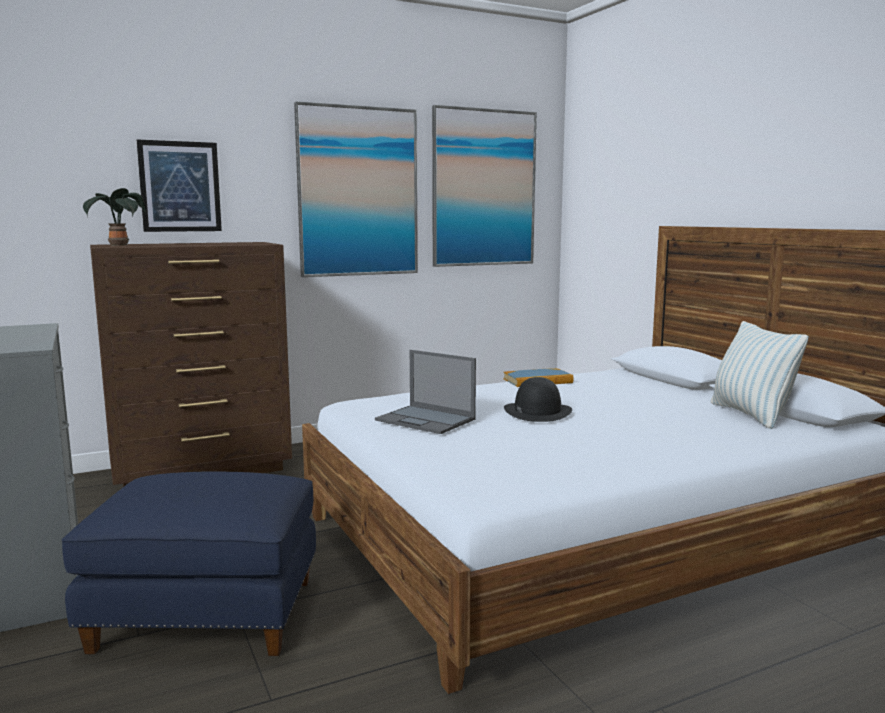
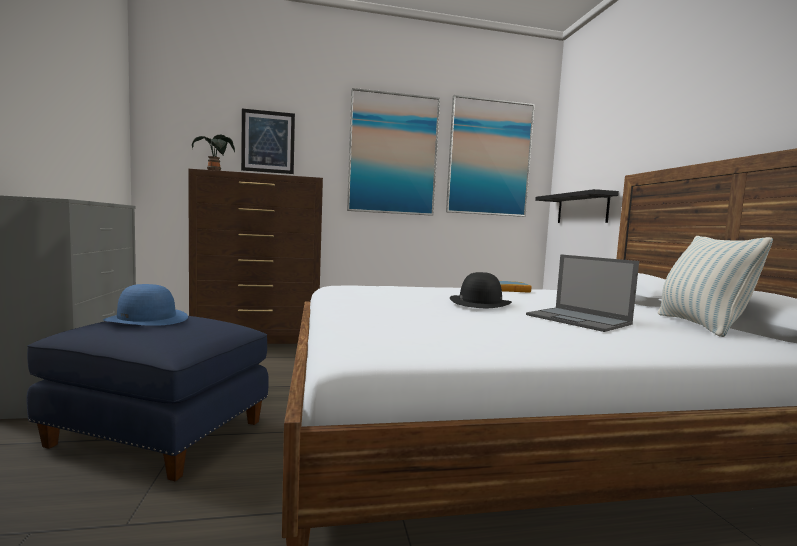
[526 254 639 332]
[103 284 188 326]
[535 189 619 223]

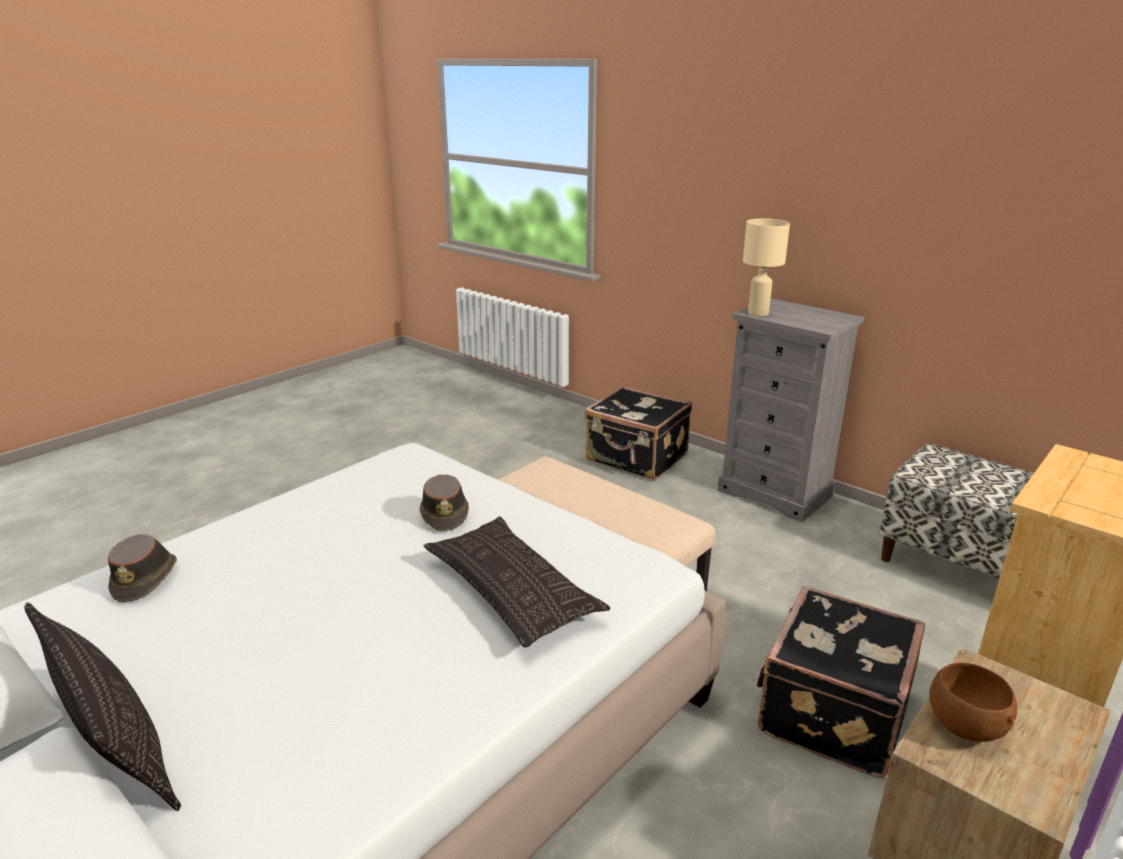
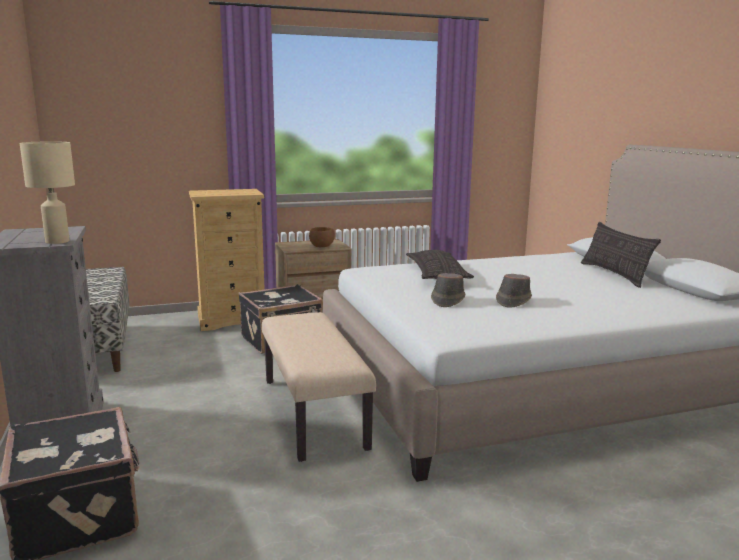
[496 274 532 308]

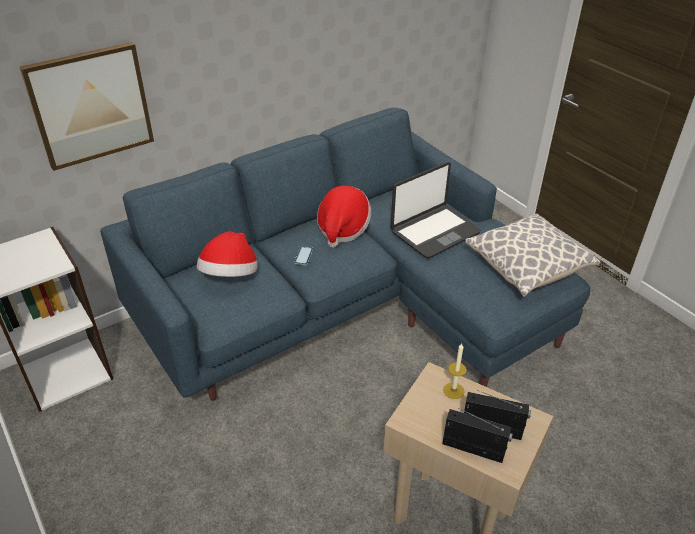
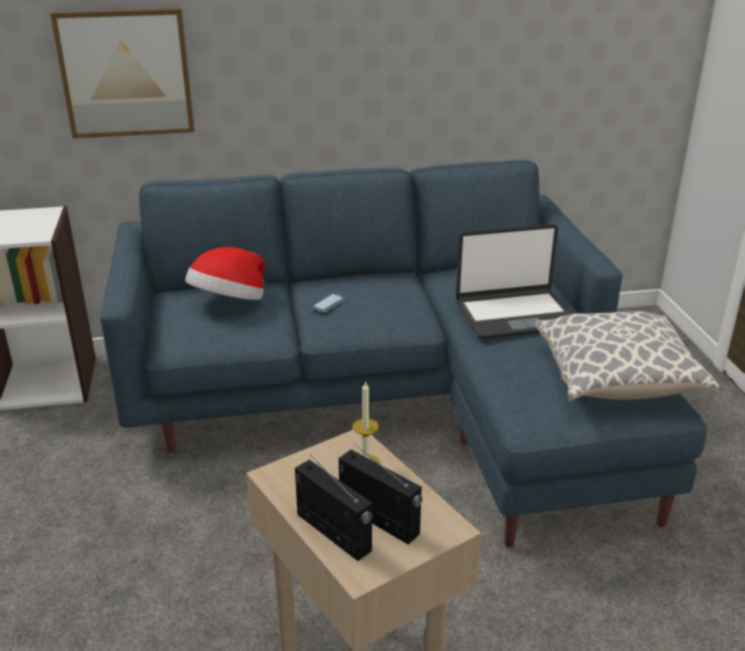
[317 186 371 248] (first image)

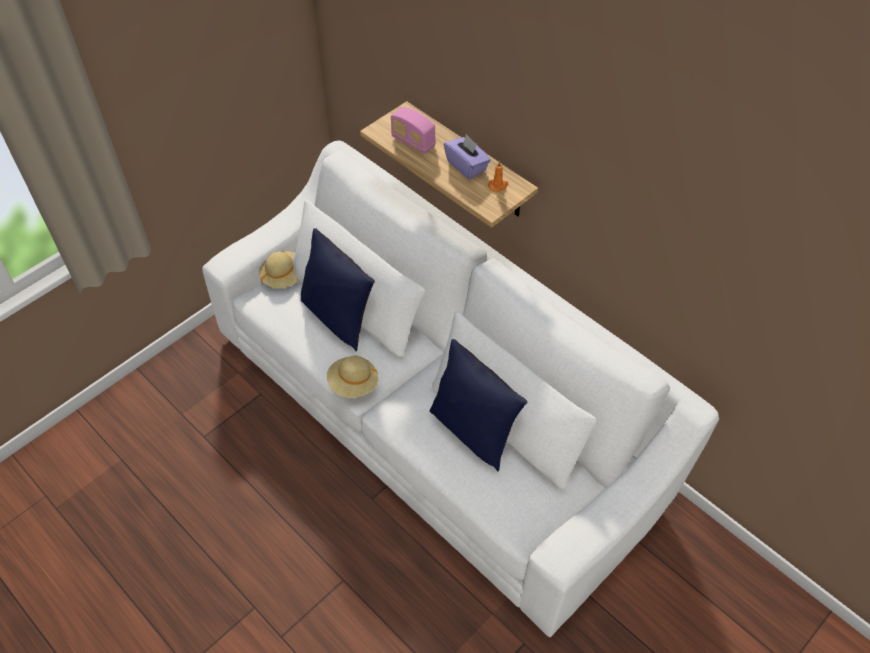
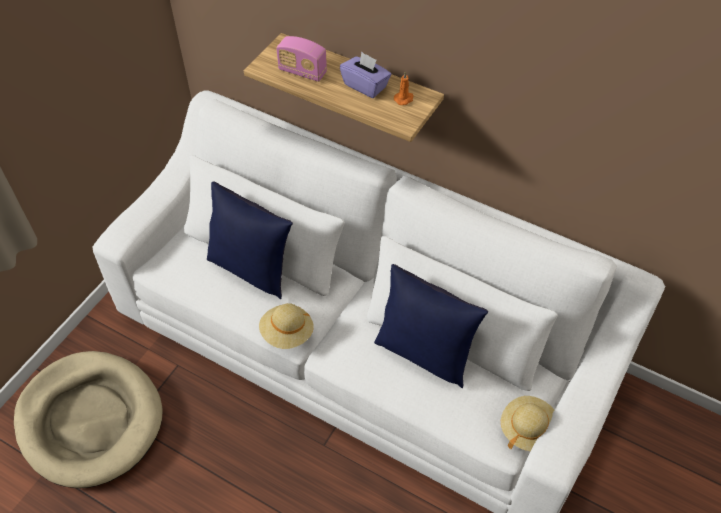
[501 396 554 451]
[14 351 163 488]

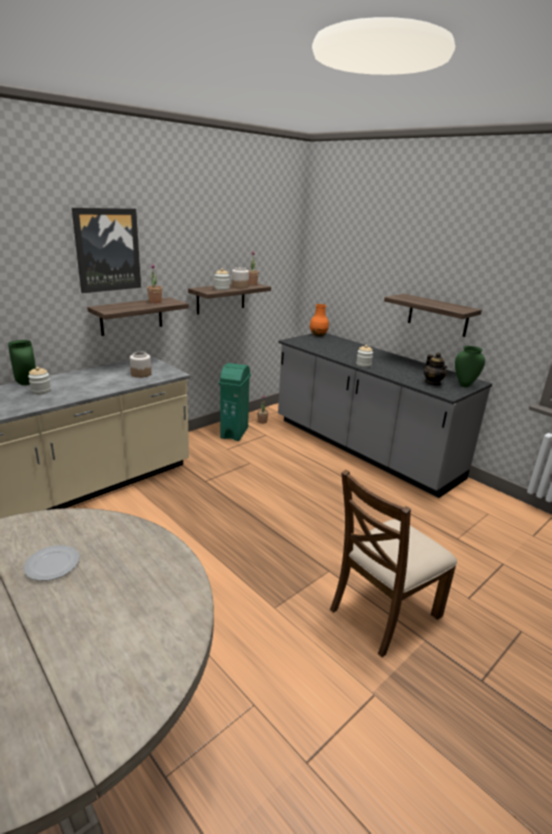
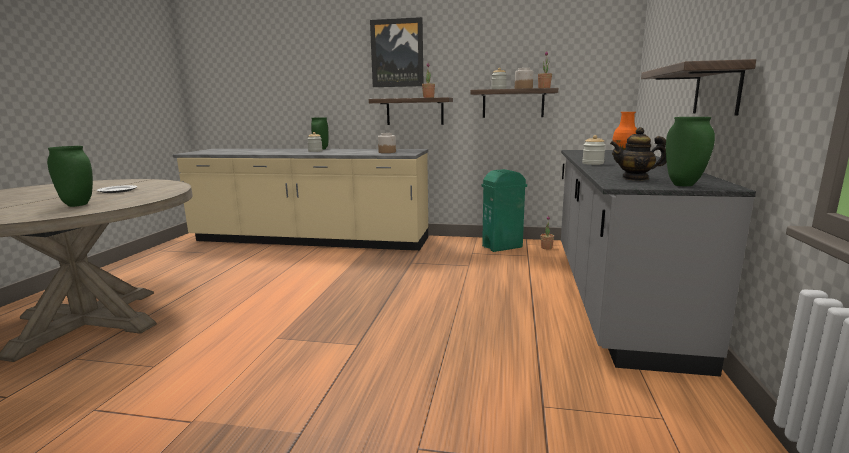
[330 470 457 657] (first image)
[610 127 667 180]
[47 146 93 207]

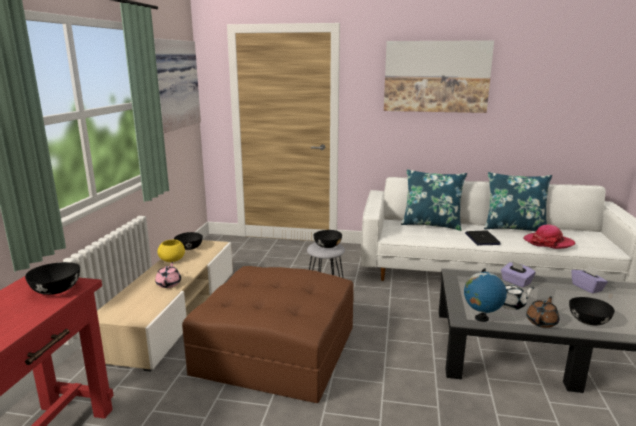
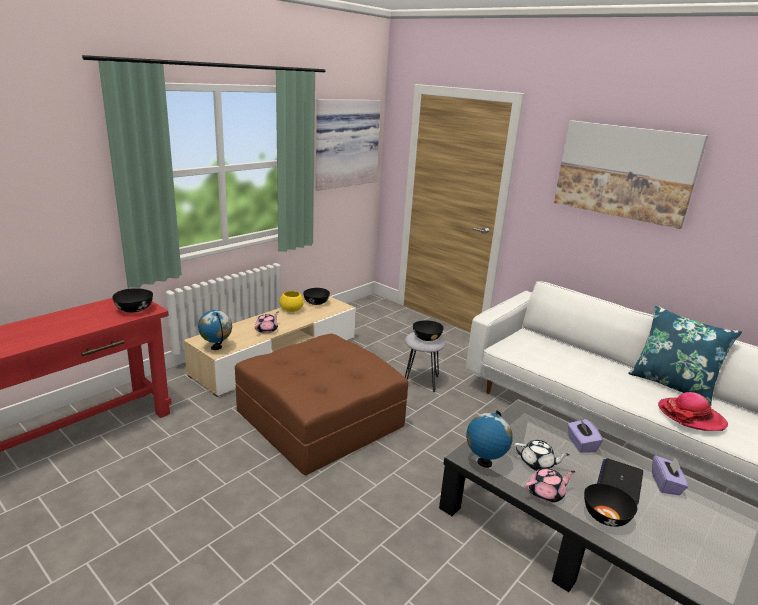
[401 169 467 231] (first image)
[597 458 643 505]
[525 468 575 503]
[198 310 232 350]

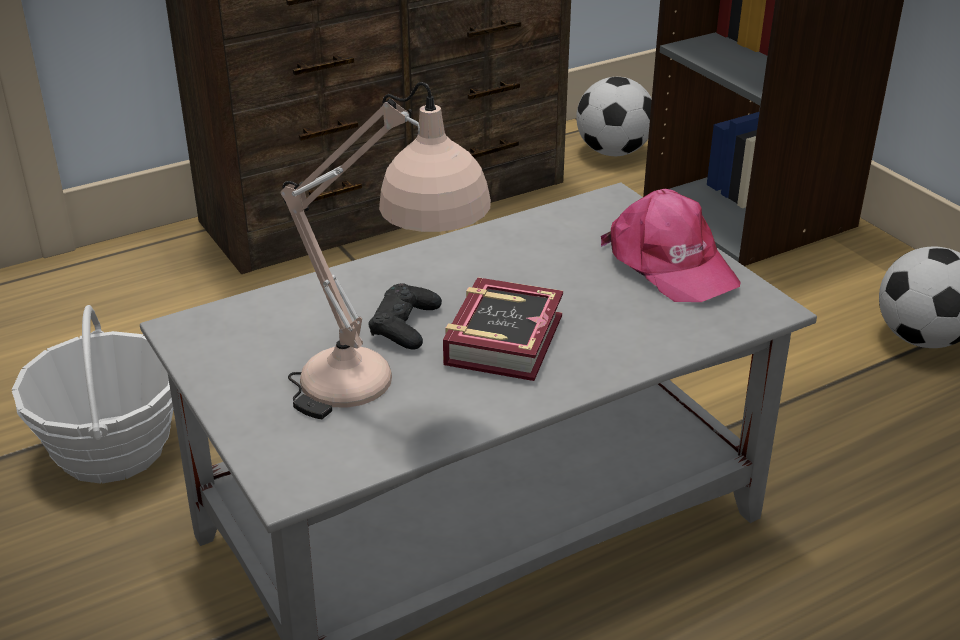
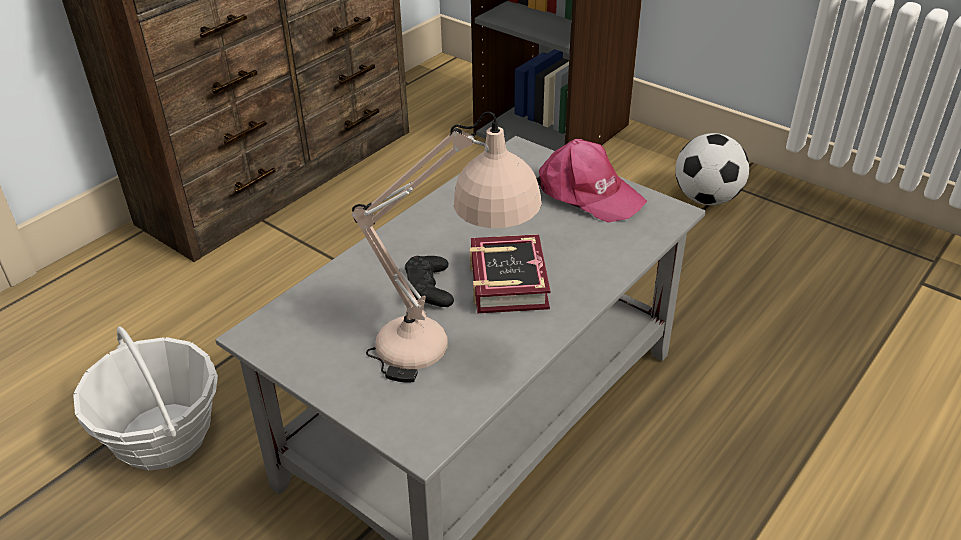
[576 77 652 156] (first image)

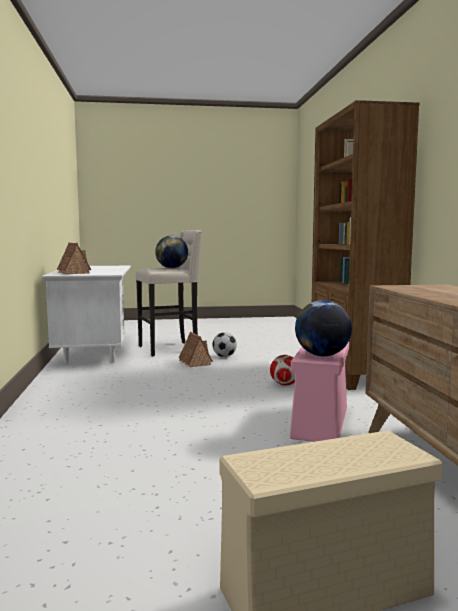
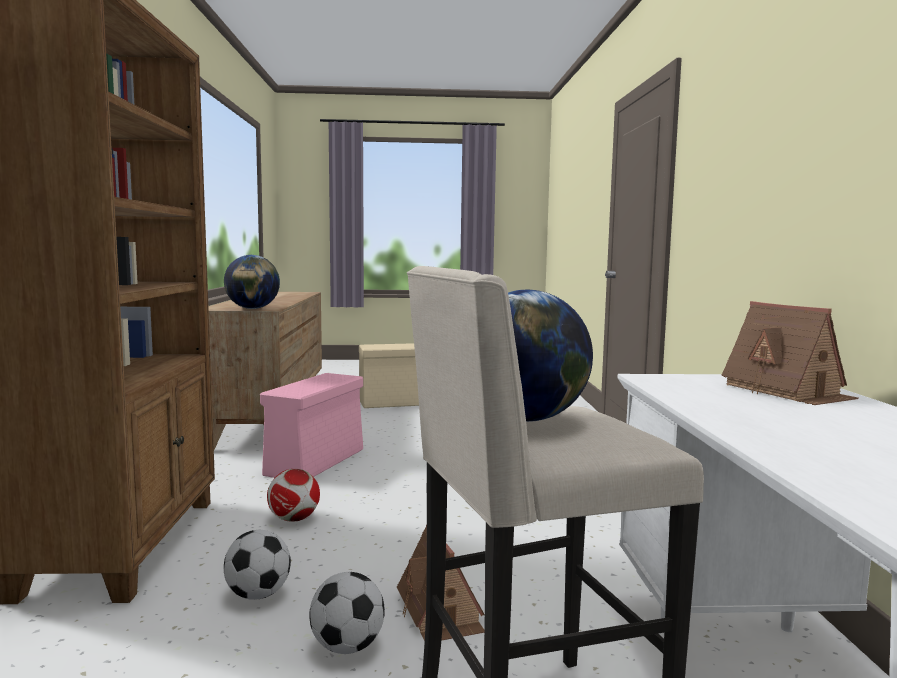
[224 255 280 309]
[224 530 291 600]

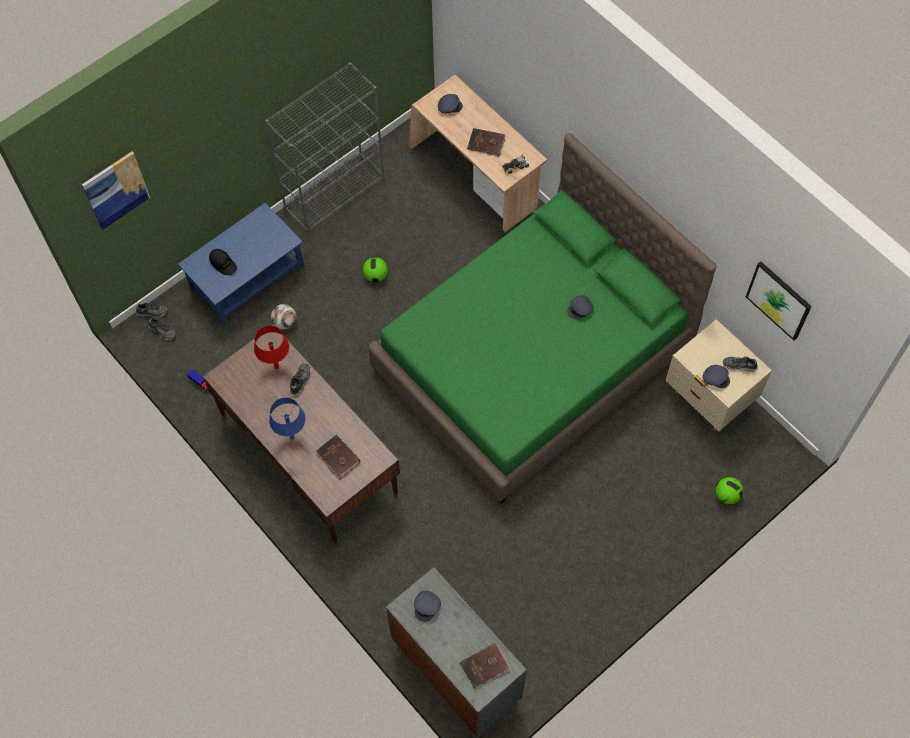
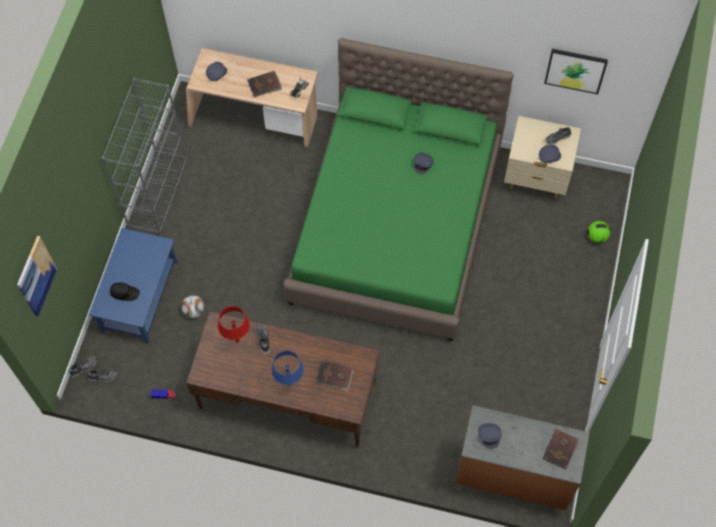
[363 257 388 282] (first image)

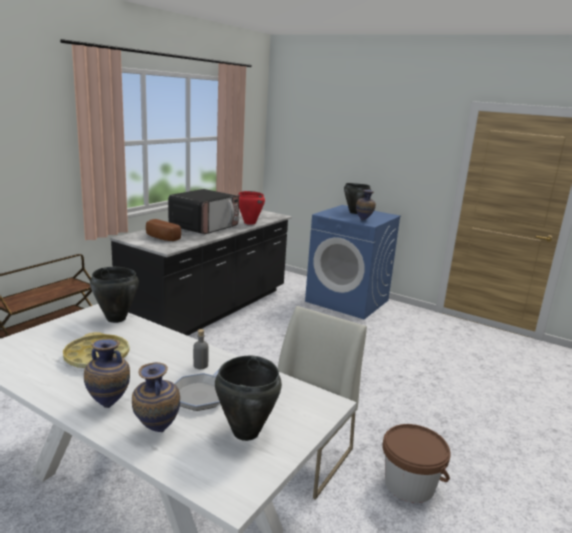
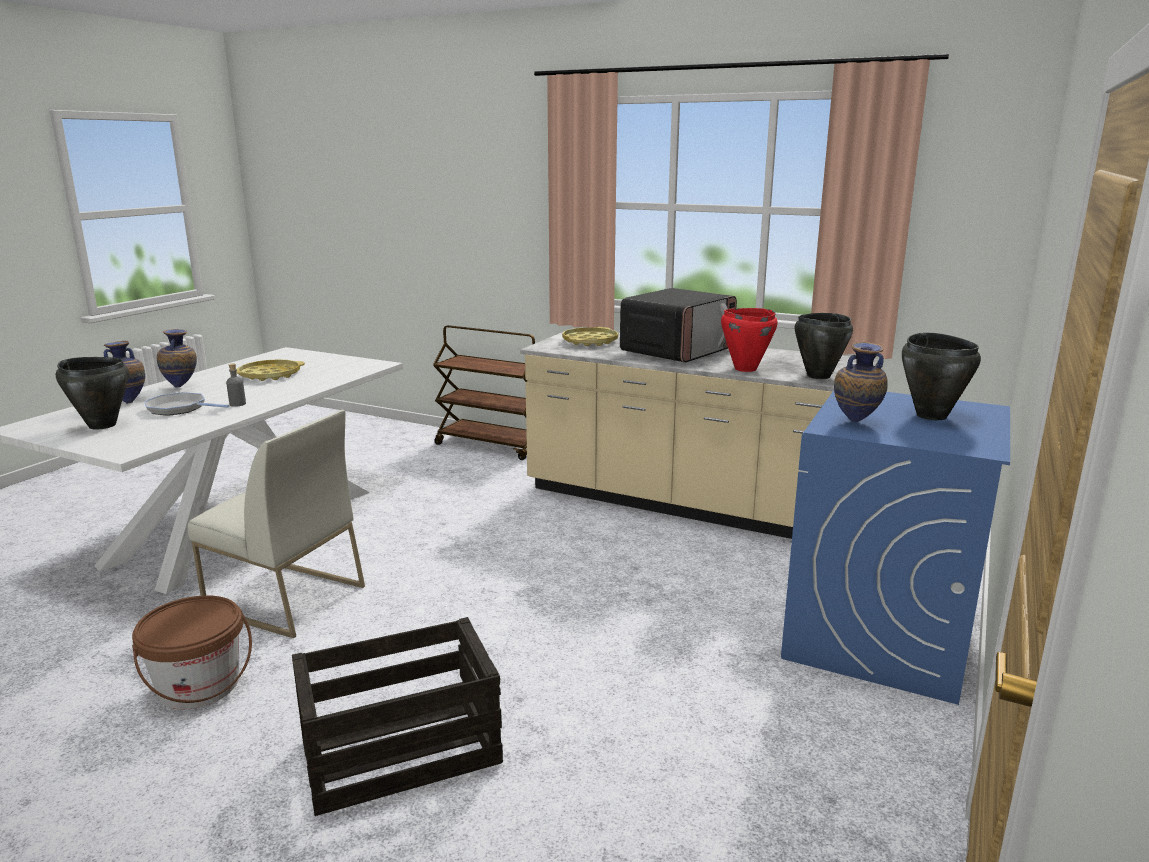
[795 313 853 379]
[520 328 878 539]
[562 327 618 346]
[620 288 737 362]
[292 617 503 816]

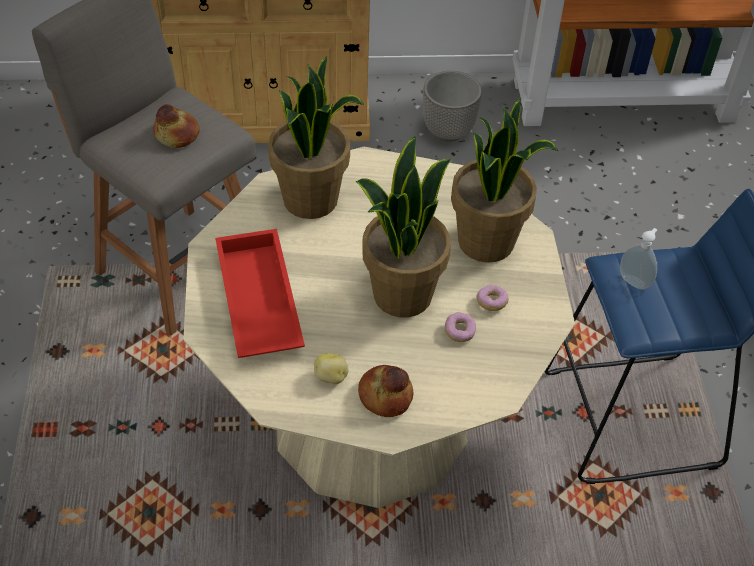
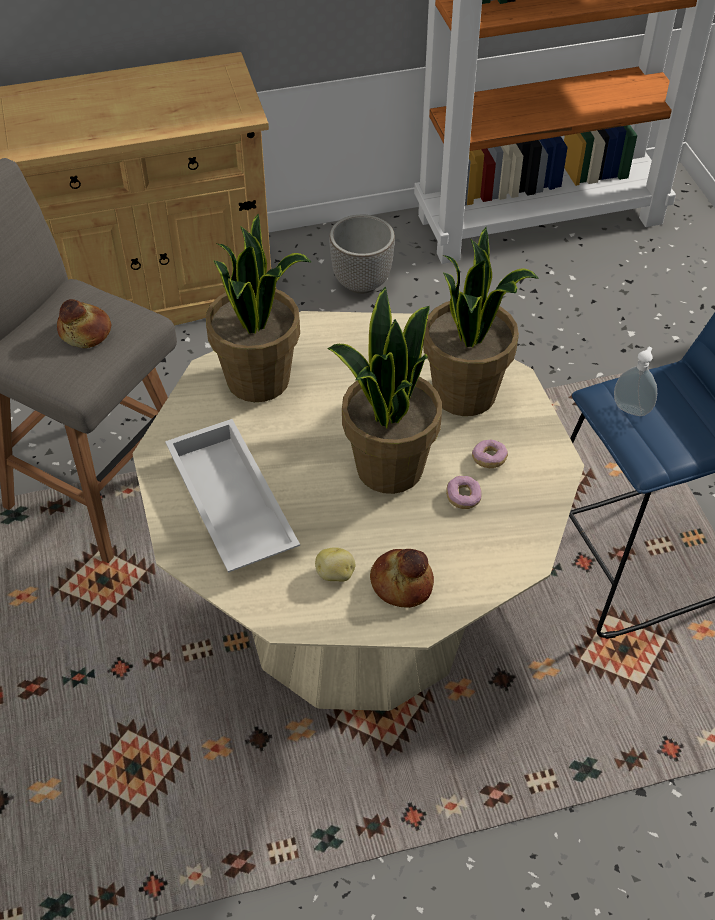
[165 419 300 573]

